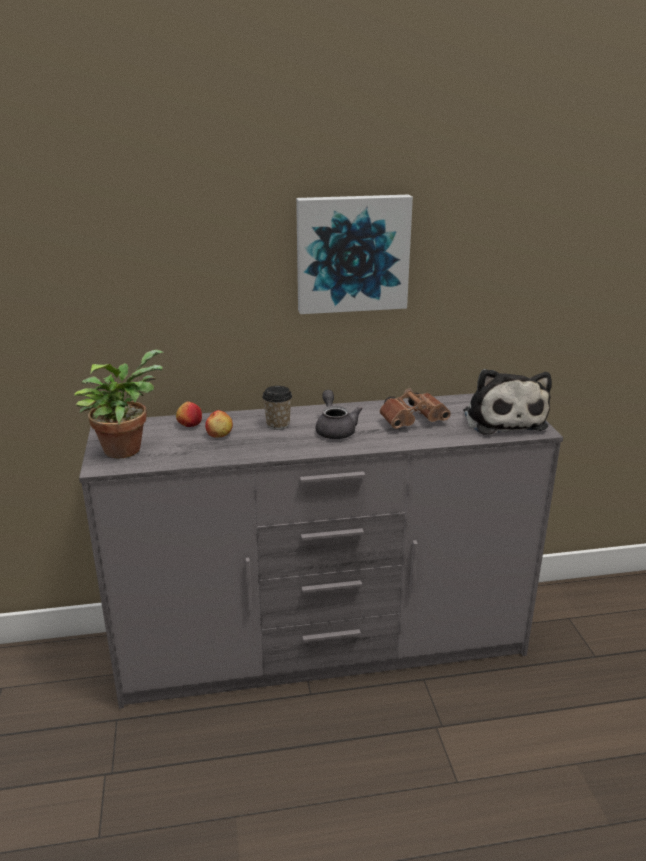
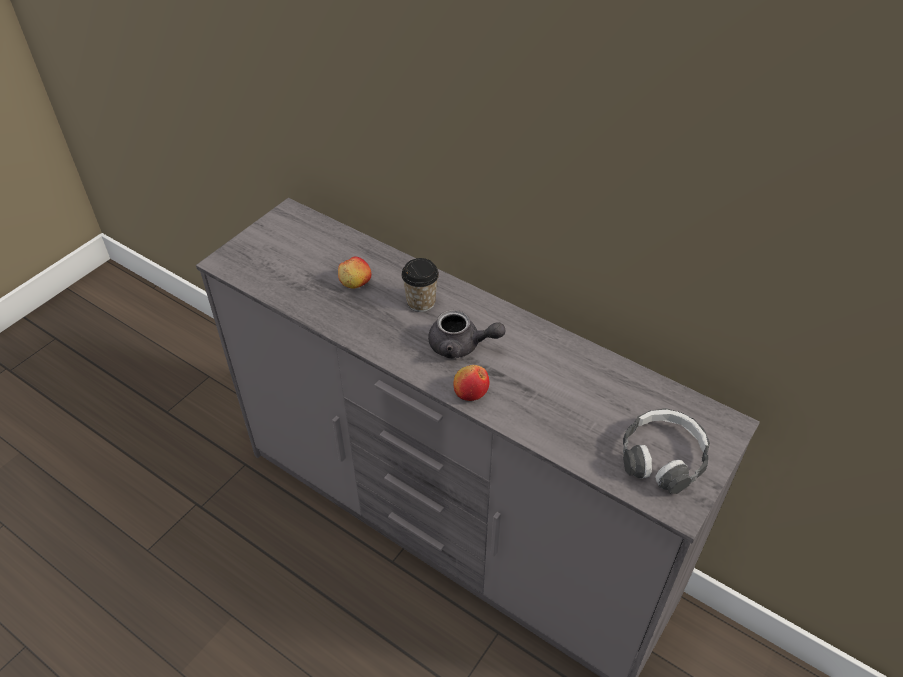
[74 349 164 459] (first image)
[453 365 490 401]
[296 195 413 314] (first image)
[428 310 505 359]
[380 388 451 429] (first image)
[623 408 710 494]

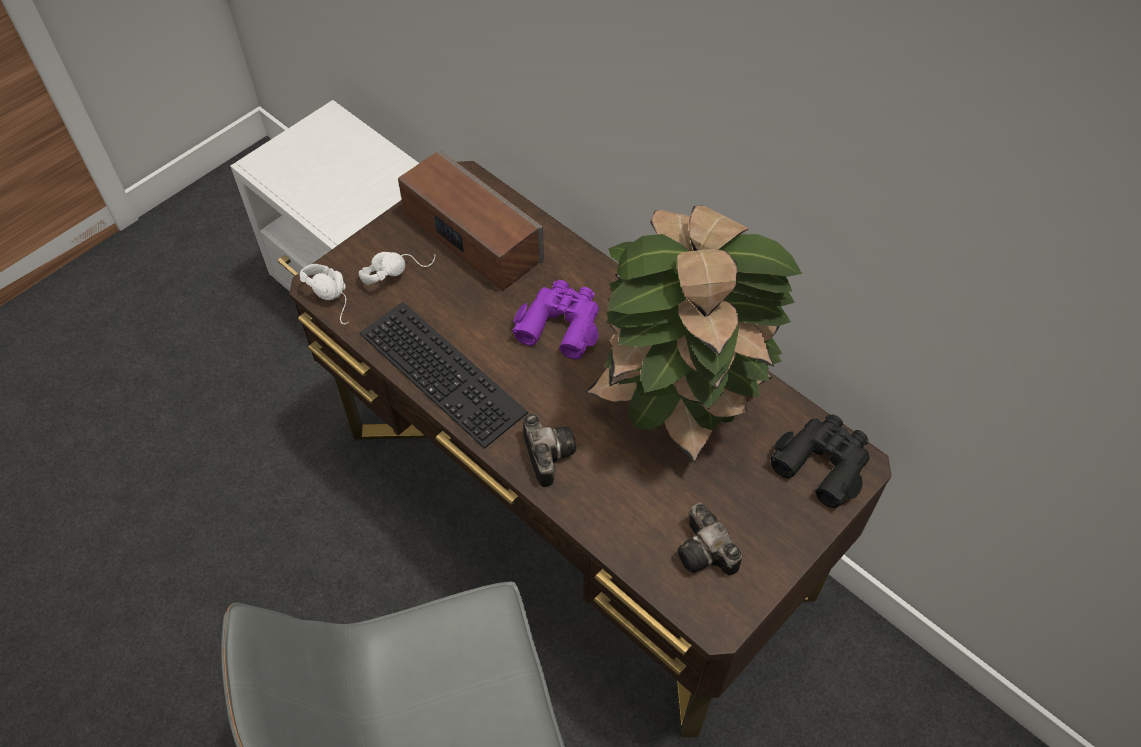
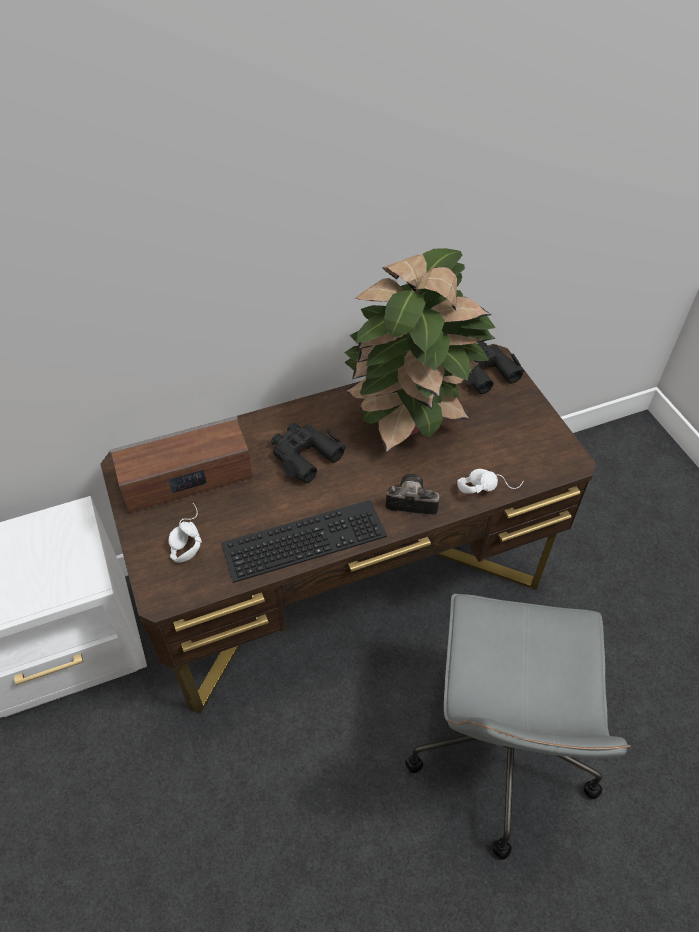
[457 469 524 493]
[271 423 345 483]
[678 502 742 576] (first image)

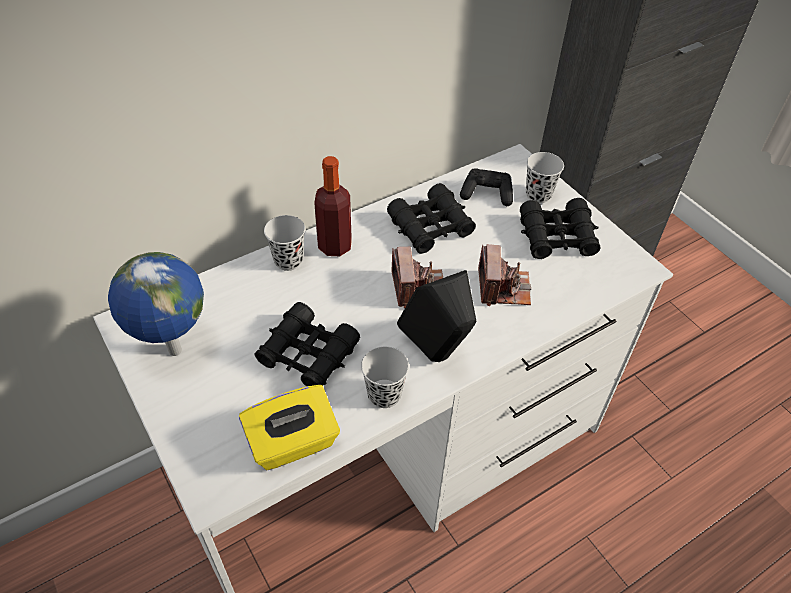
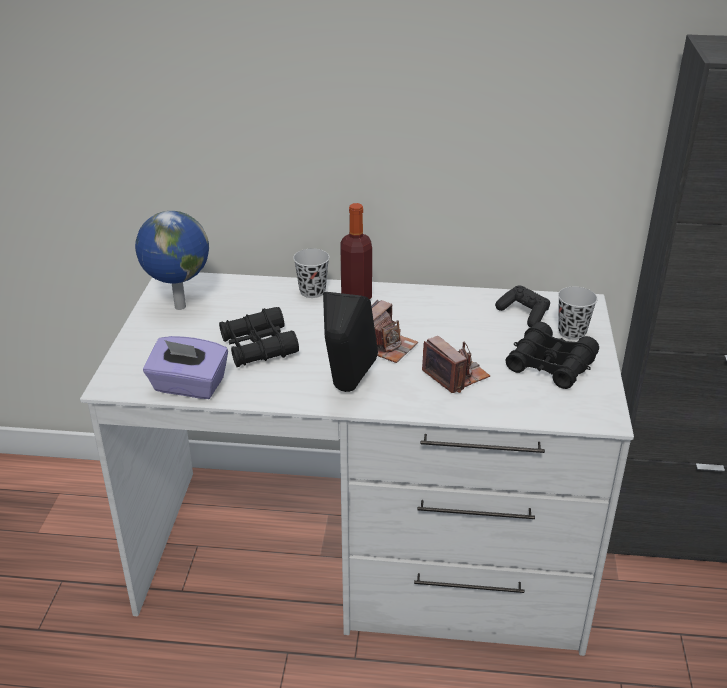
[143 336 228 399]
[361 346 409 408] (first image)
[387 183 476 254] (first image)
[422 336 490 393]

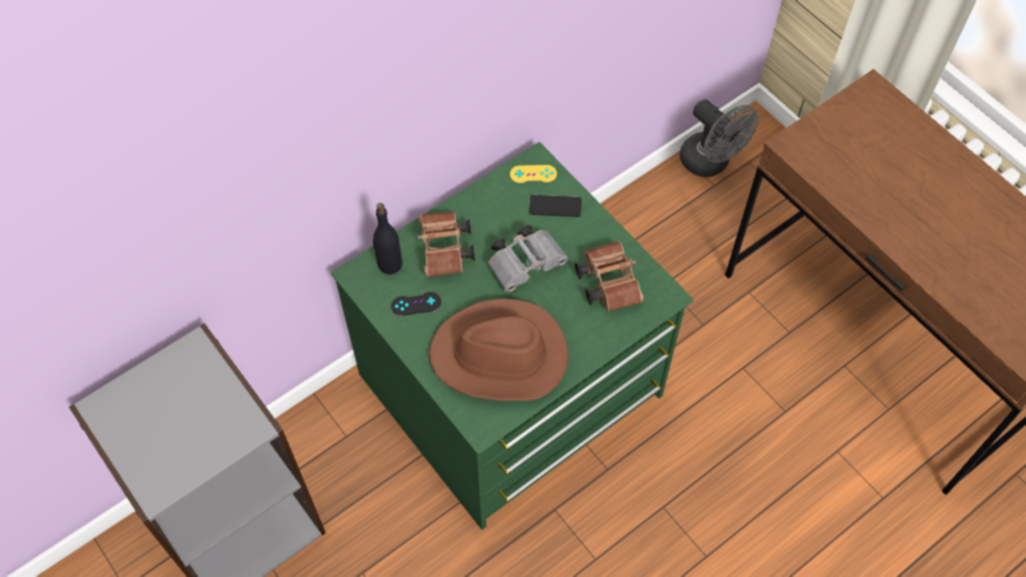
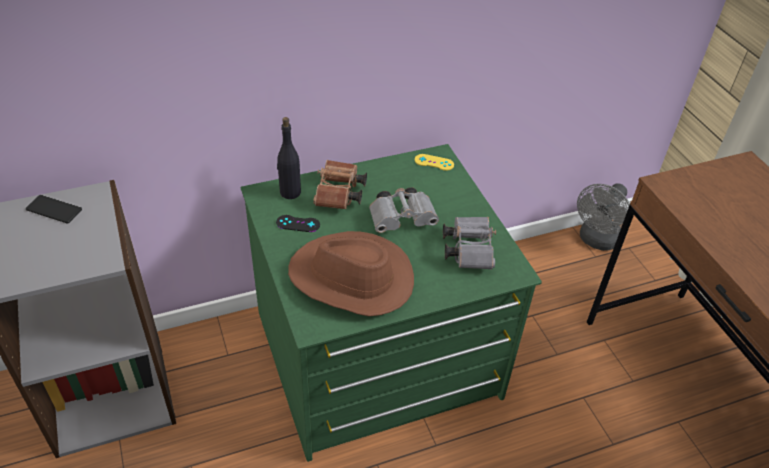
[26 195 82 223]
[443 217 496 270]
[577 183 630 251]

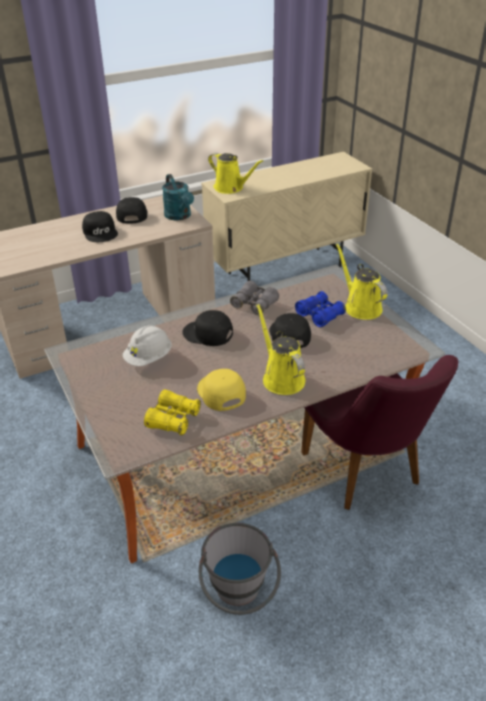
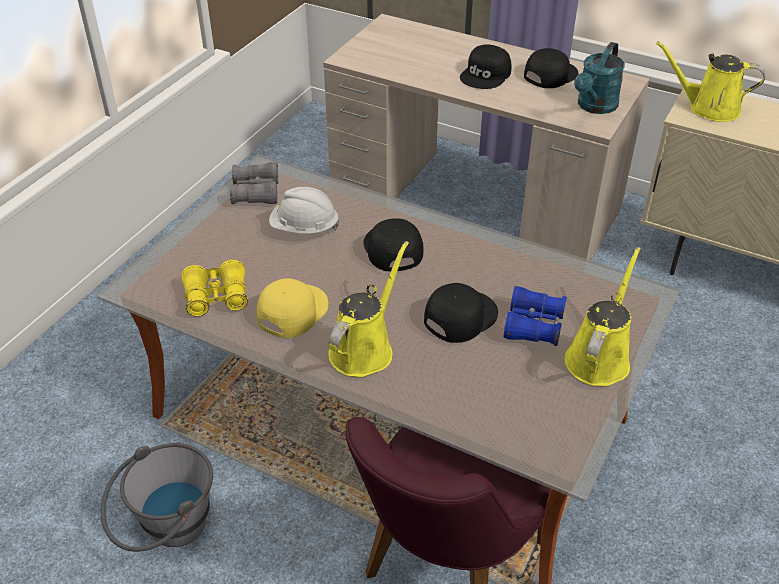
[656 41 765 122]
[230 162 278 204]

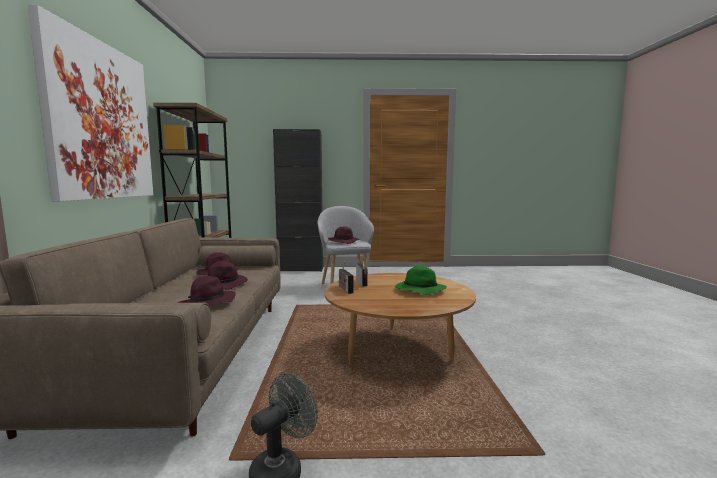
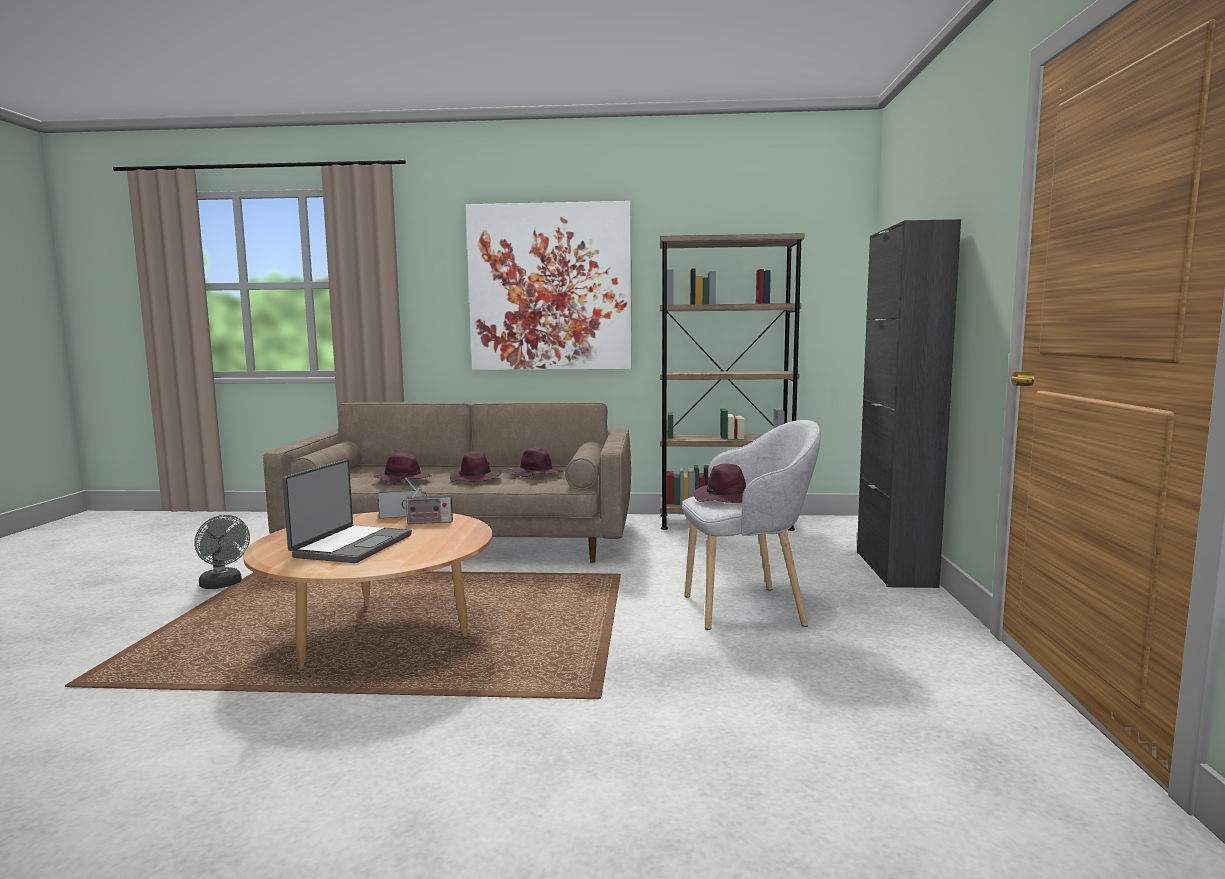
[282 460 412 563]

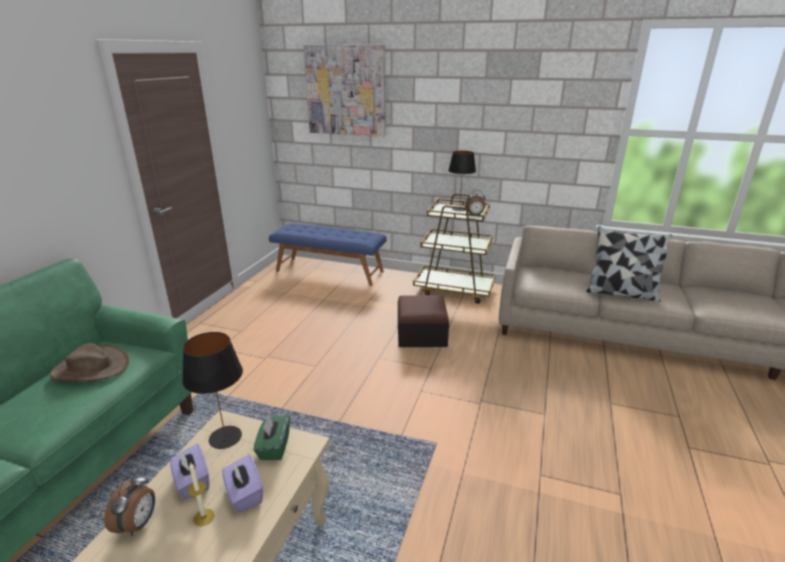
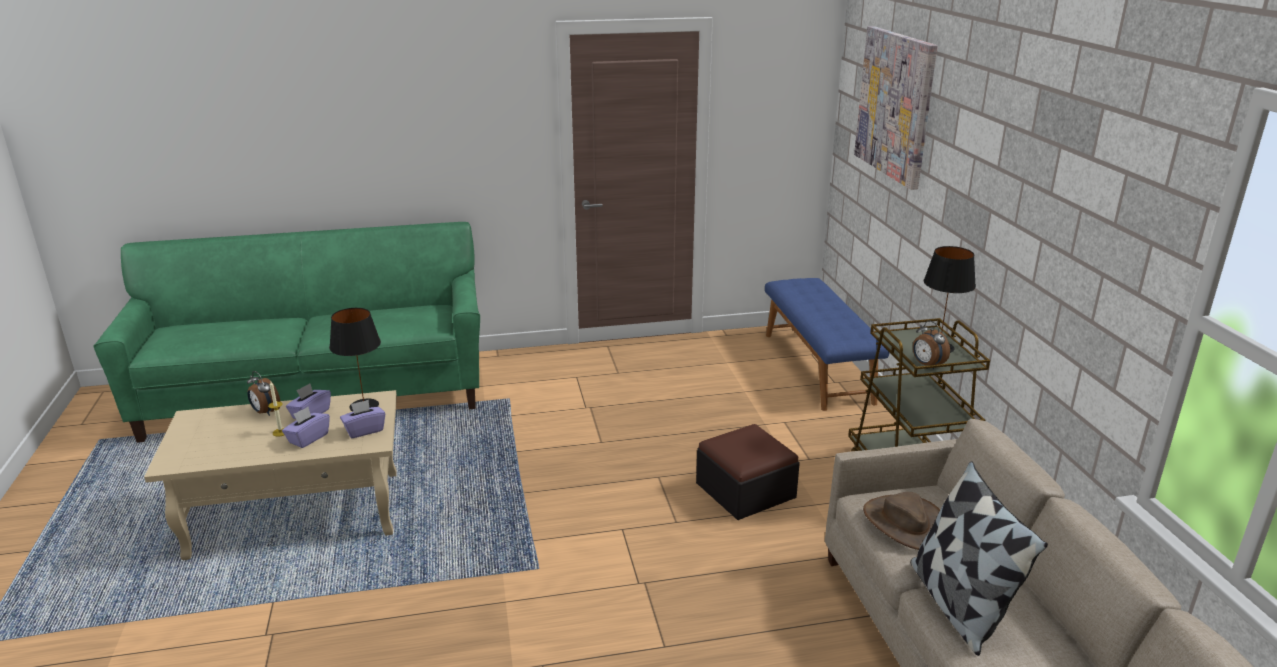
[863 492 940 550]
[247 371 281 416]
[340 400 385 439]

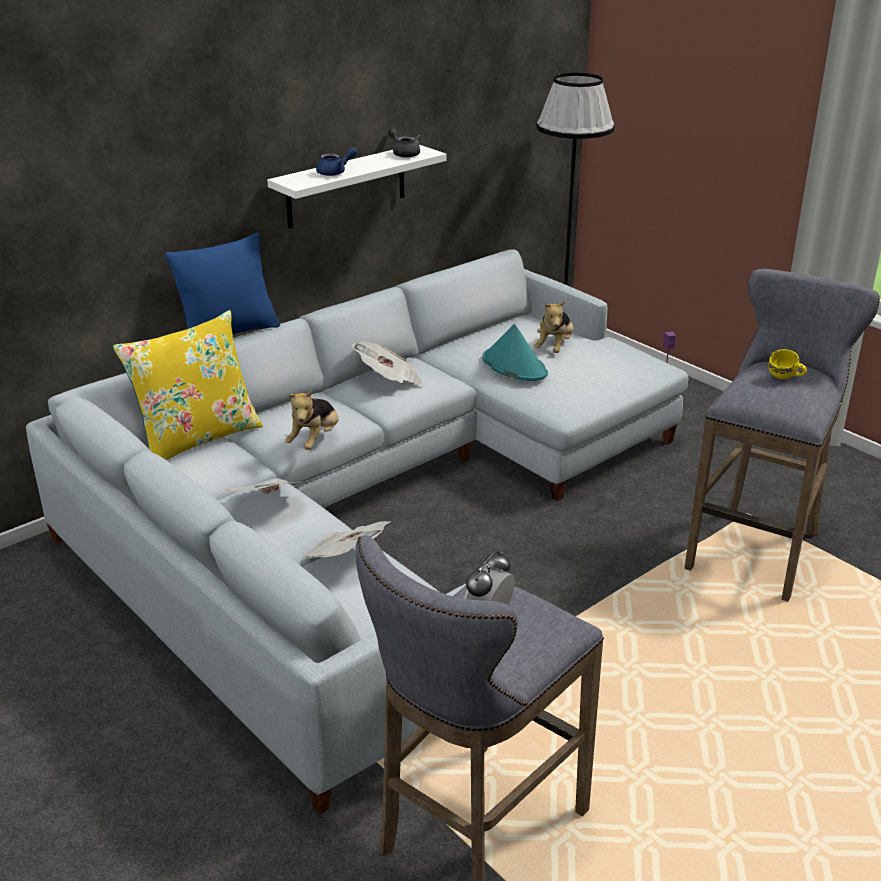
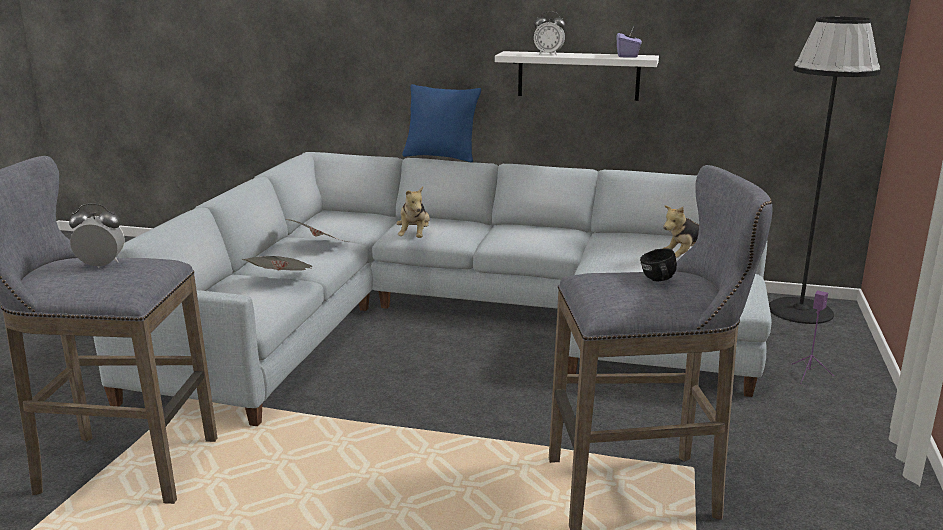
[113 310 263 460] (first image)
[396 187 430 238]
[534 11 565 55]
[352 341 424 385] (first image)
[617 27 642 58]
[482 324 548 381] (first image)
[640 248 677 282]

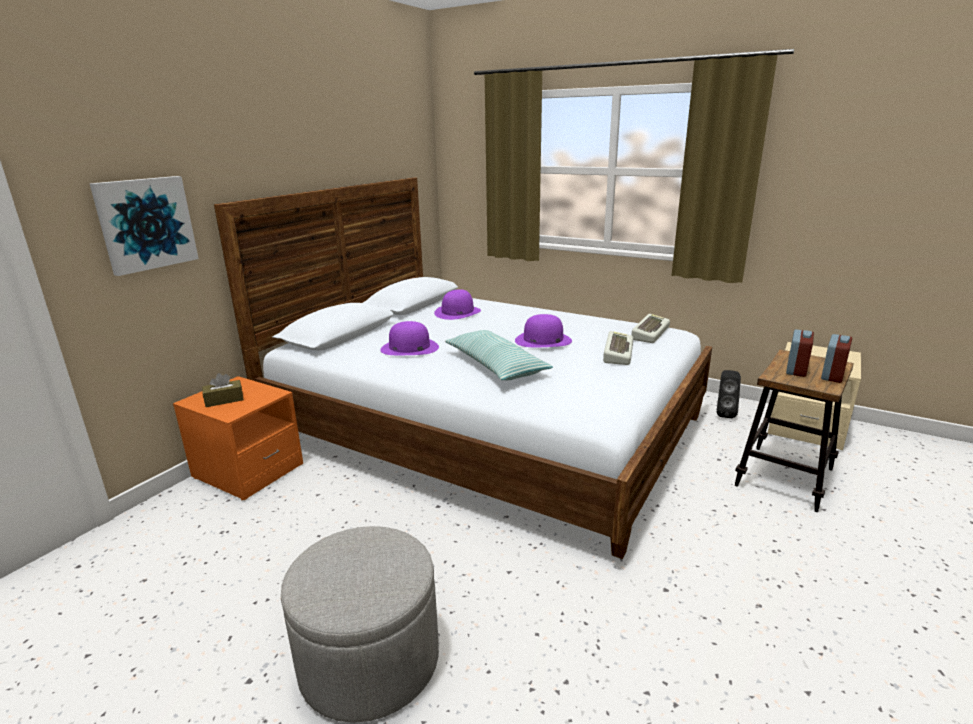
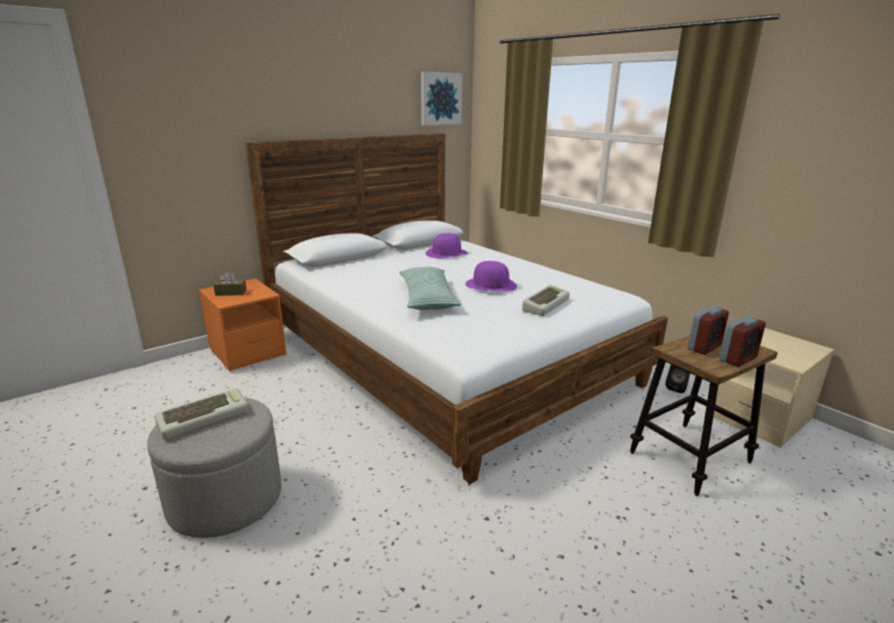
[421 72 462 125]
[380 321 439 355] (first image)
[154 388 249 440]

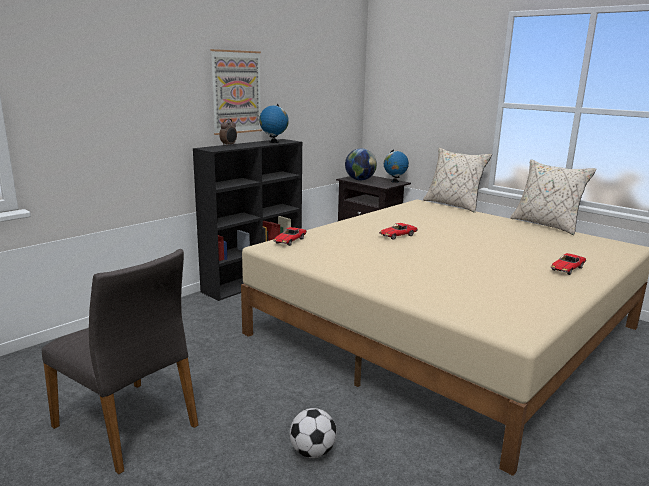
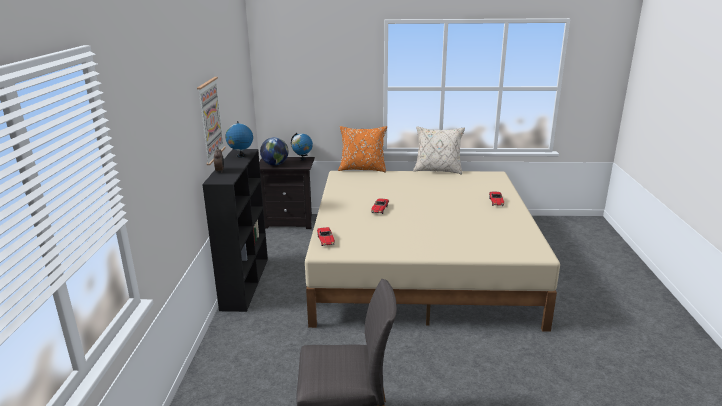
[290 408 337 458] (first image)
[338 126 387 172]

